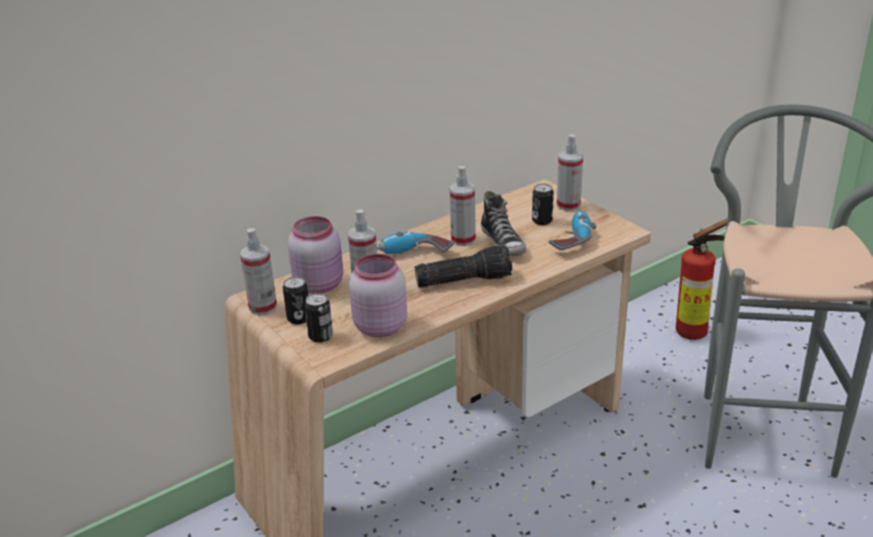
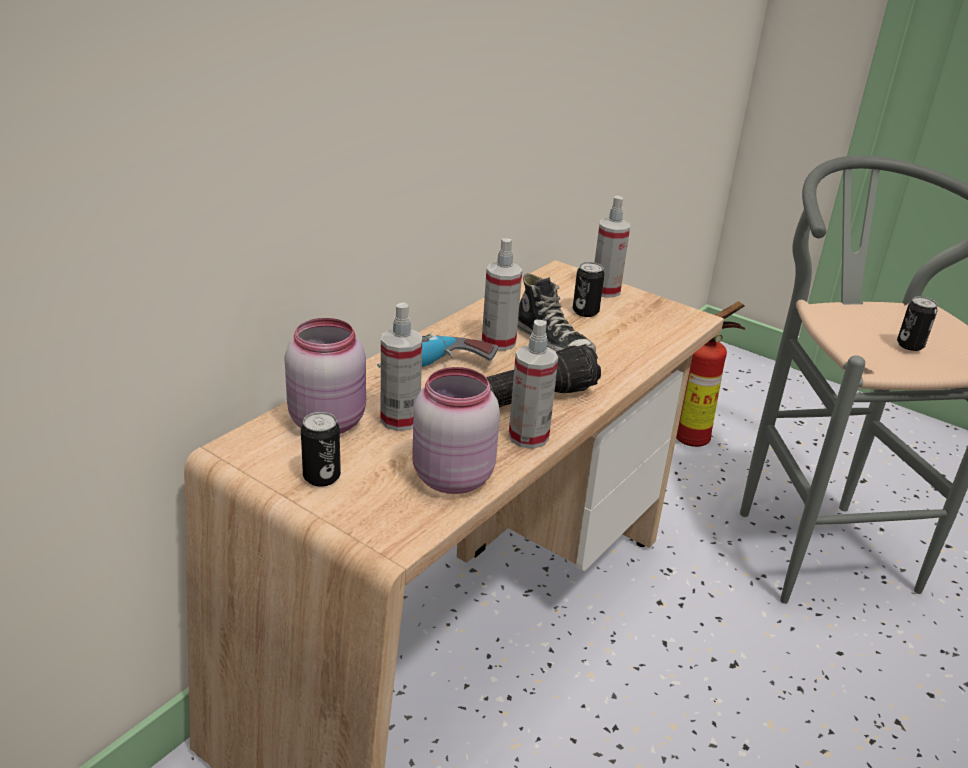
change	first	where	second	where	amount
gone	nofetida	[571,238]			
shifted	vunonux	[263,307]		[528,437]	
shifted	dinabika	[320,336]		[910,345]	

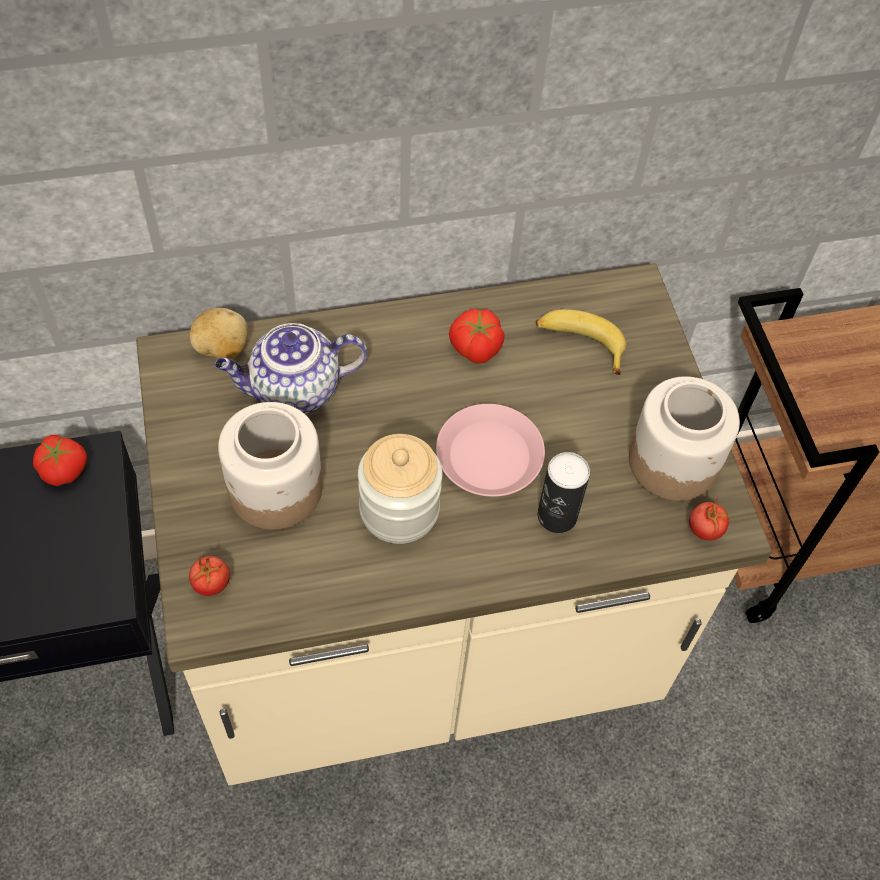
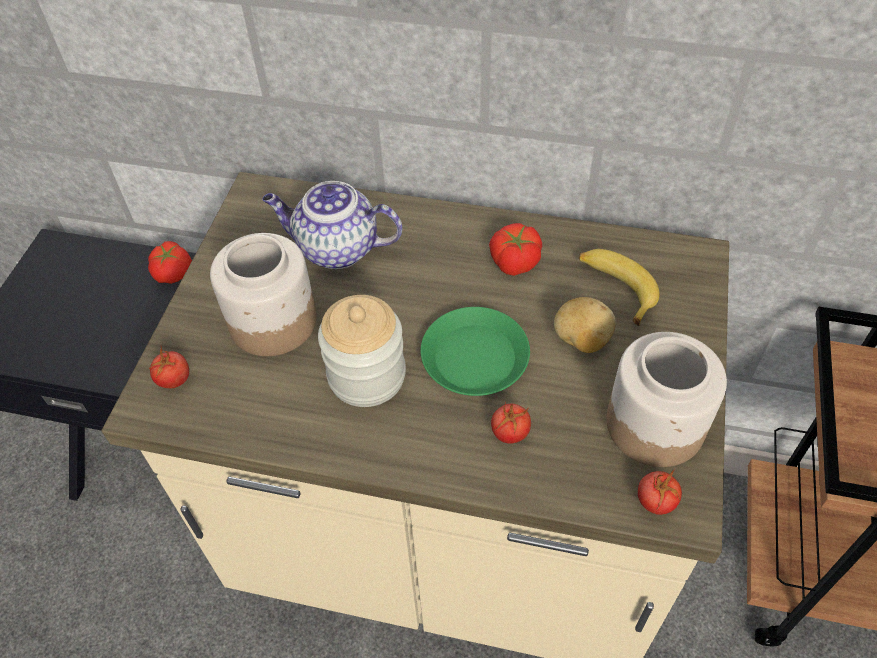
change	first	where	second	where	amount
shifted	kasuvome	[222,349]		[581,340]	
swapped	dinabika	[557,516]	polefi	[510,433]	
repainted	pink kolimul	[489,457]	green kolimul	[474,358]	

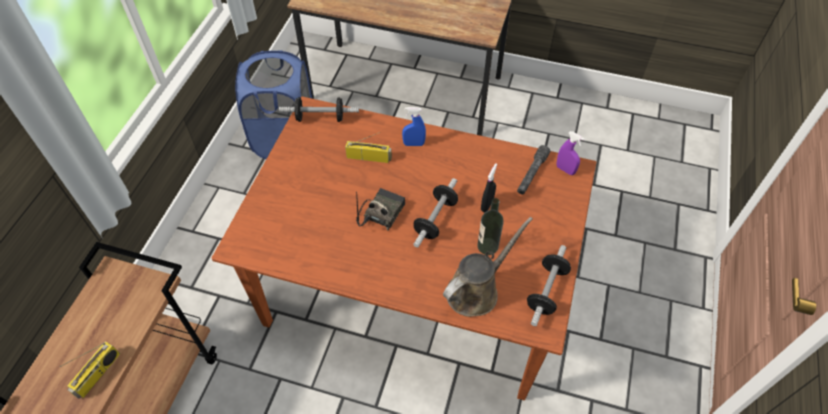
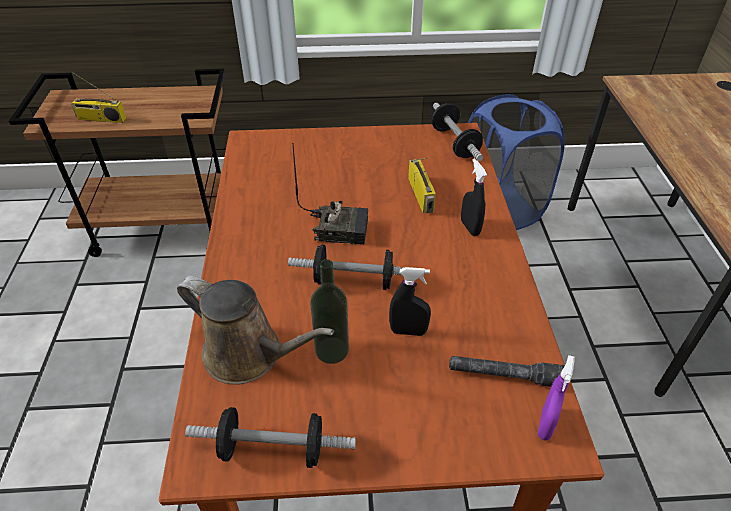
change	first	where	second	where	amount
repainted	blue vunonux	[414,144]	black vunonux	[470,227]	

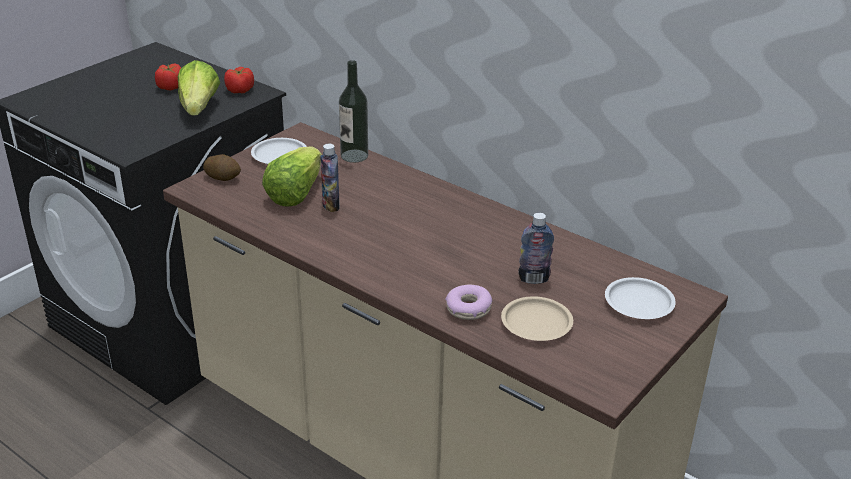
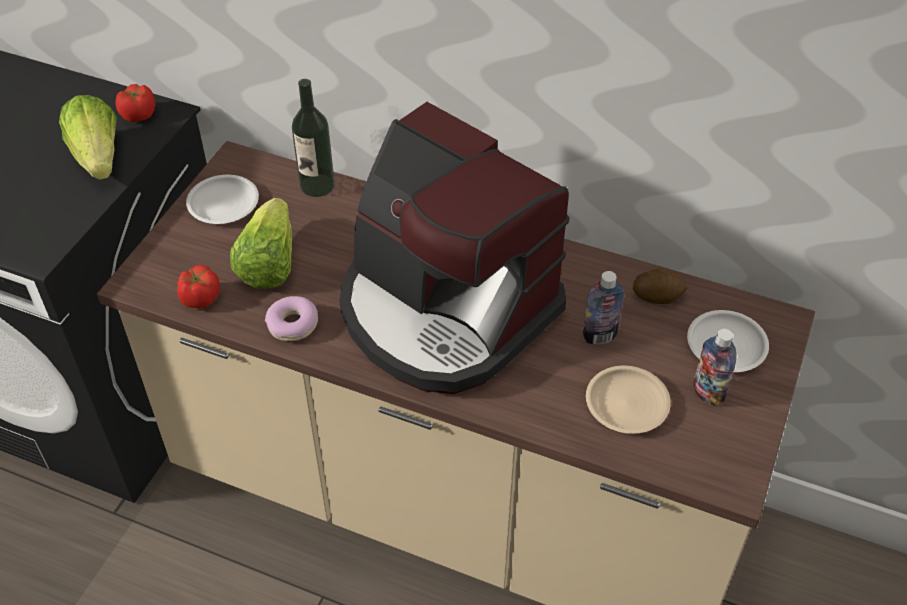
change	first	where	second	where	amount
new			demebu	[445,312]	
shifted	polefi	[170,87]		[200,298]	
shifted	kasuvome	[223,177]		[657,296]	
shifted	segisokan	[331,205]		[708,393]	
shifted	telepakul	[468,309]		[293,325]	

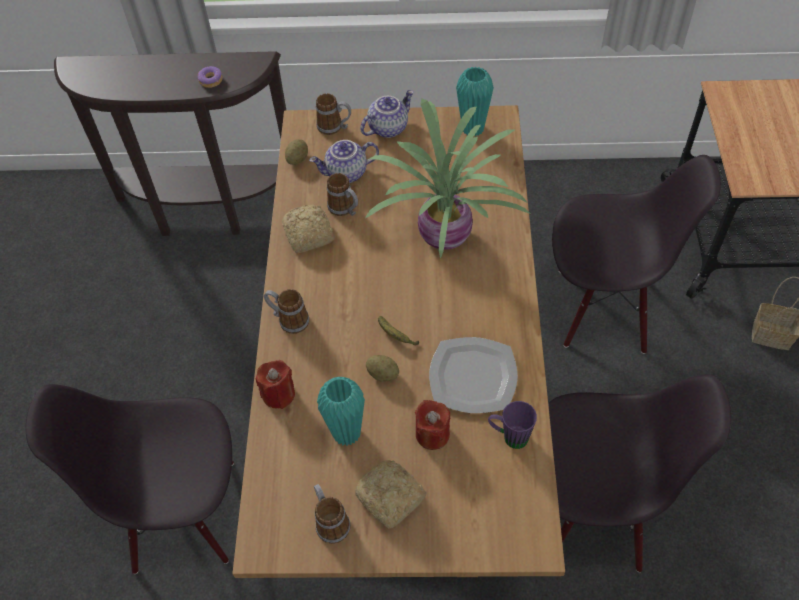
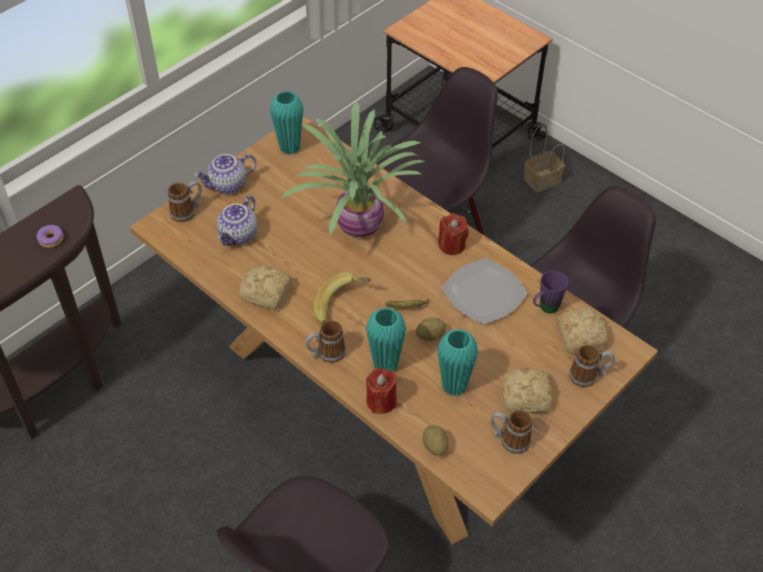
change	first	where	second	where	amount
new			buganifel	[342,306]	
new			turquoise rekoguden	[385,364]	
new			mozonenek	[580,335]	
shifted	kasuvome	[297,159]		[435,446]	
shifted	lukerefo	[345,209]		[589,376]	
shifted	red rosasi	[432,434]		[452,245]	
rotated	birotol	[388,127]		[228,186]	120 degrees counterclockwise

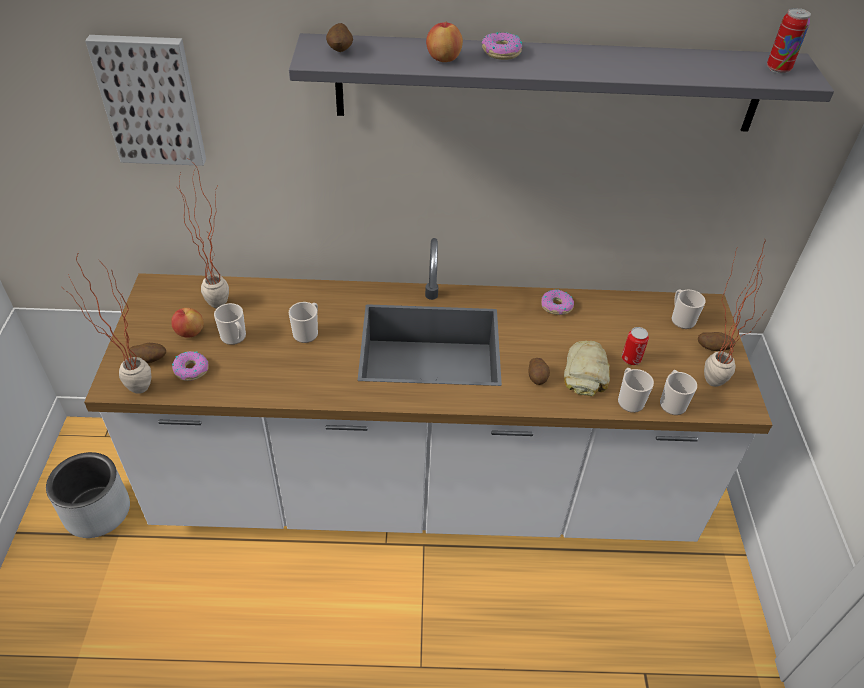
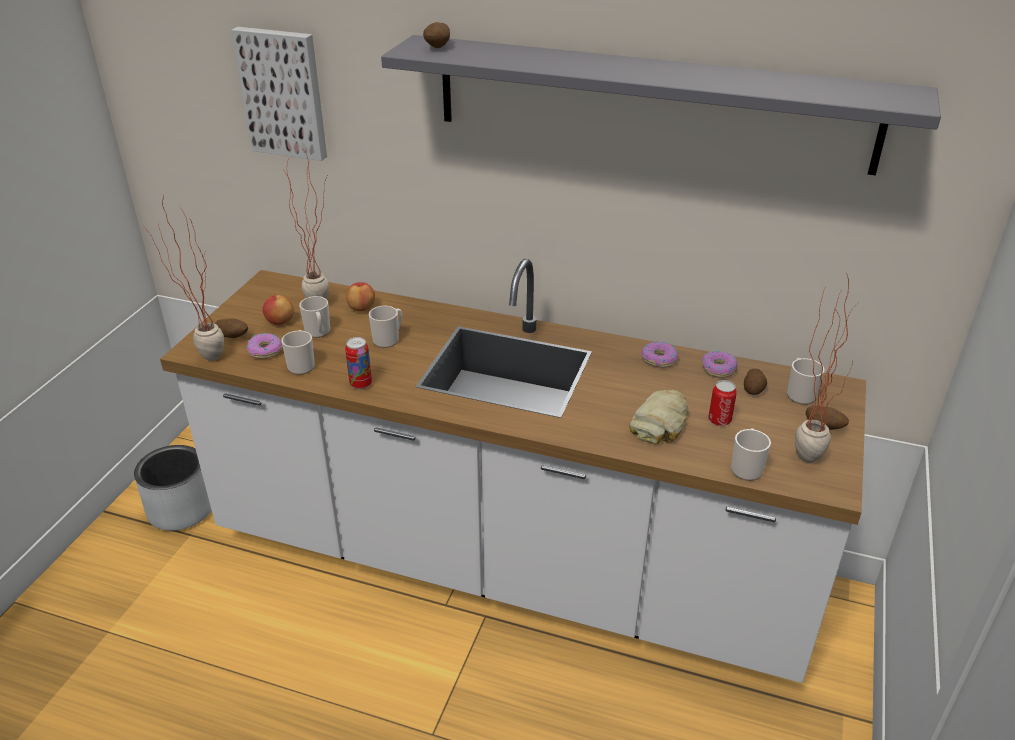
change	first	where	second	where	amount
shifted	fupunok	[443,59]		[361,308]	
shifted	telepakul	[501,52]		[718,369]	
shifted	kasuvome	[537,377]		[753,389]	
shifted	lukerefo	[629,400]		[301,365]	
shifted	dinabika	[778,69]		[361,384]	

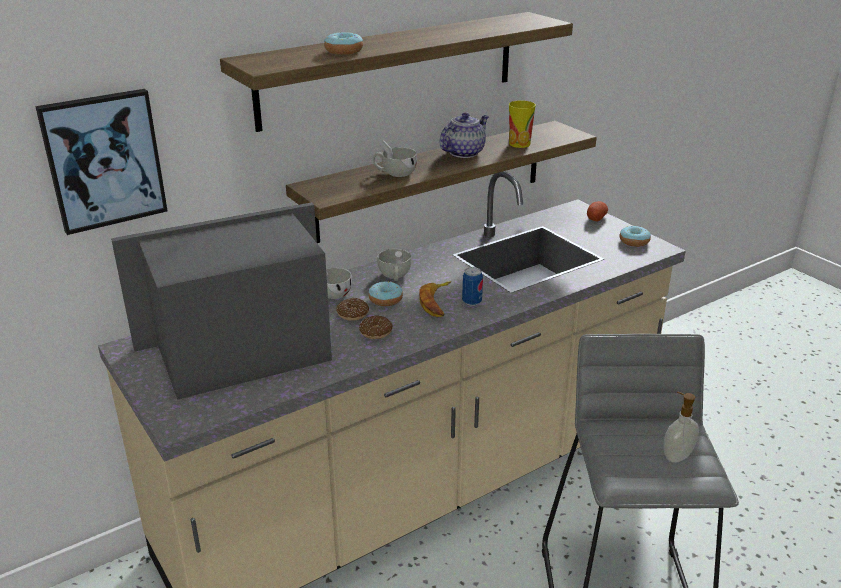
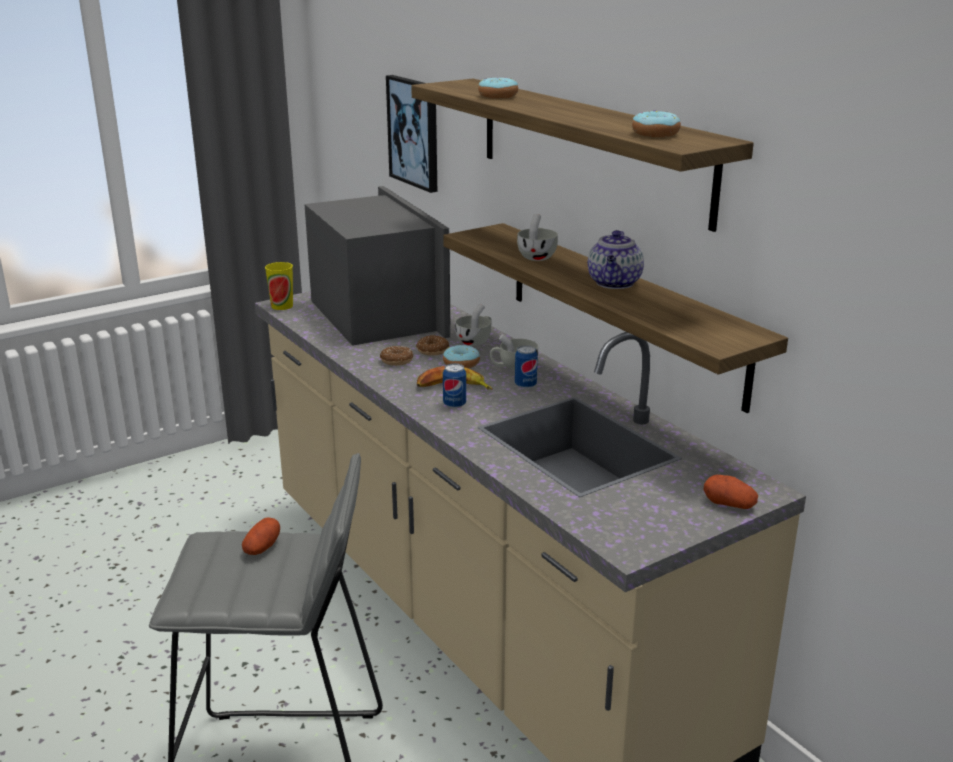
change	first	where	second	where	amount
gone	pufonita	[676,455]			
new			kasuvome	[262,547]	
new			dinabika	[525,385]	
shifted	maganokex	[519,144]		[282,306]	
shifted	telepakul	[634,241]		[655,134]	
rotated	birotol	[464,152]		[615,283]	60 degrees clockwise

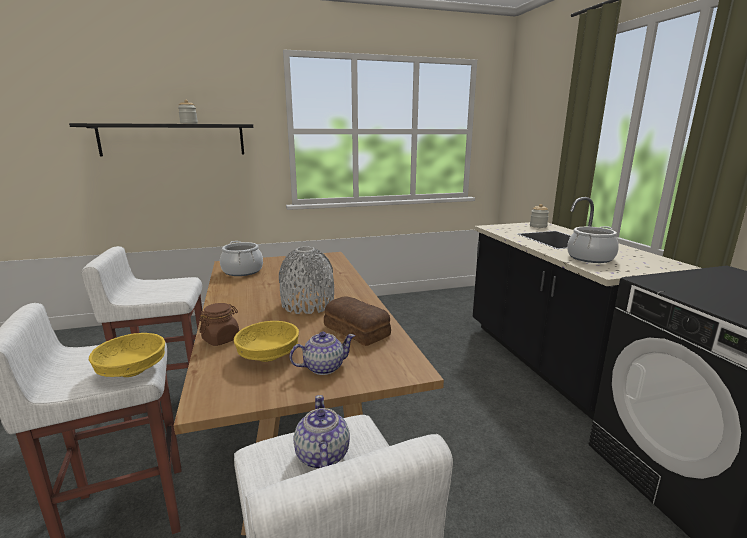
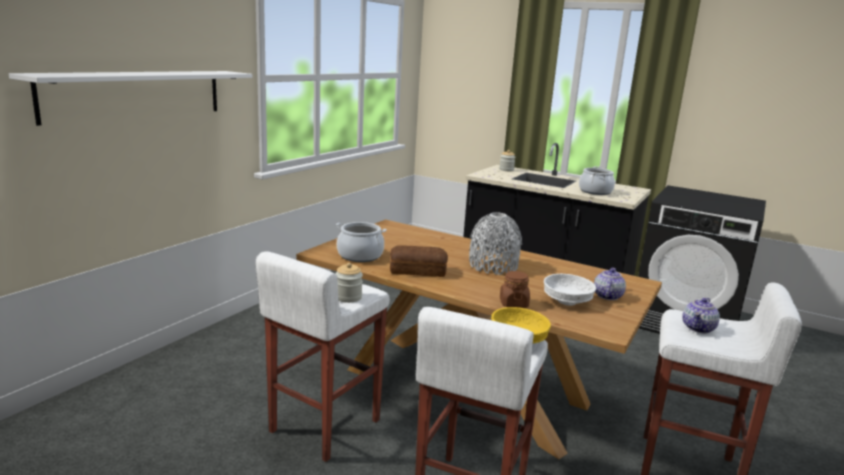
change	first	where	second	where	amount
shifted	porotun	[189,123]		[348,297]	
shifted	mozonenek	[356,330]		[417,270]	
repainted	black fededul	[173,140]	white fededul	[136,94]	
repainted	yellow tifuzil	[268,355]	white tifuzil	[566,301]	
rotated	birotol	[322,456]		[698,328]	90 degrees counterclockwise

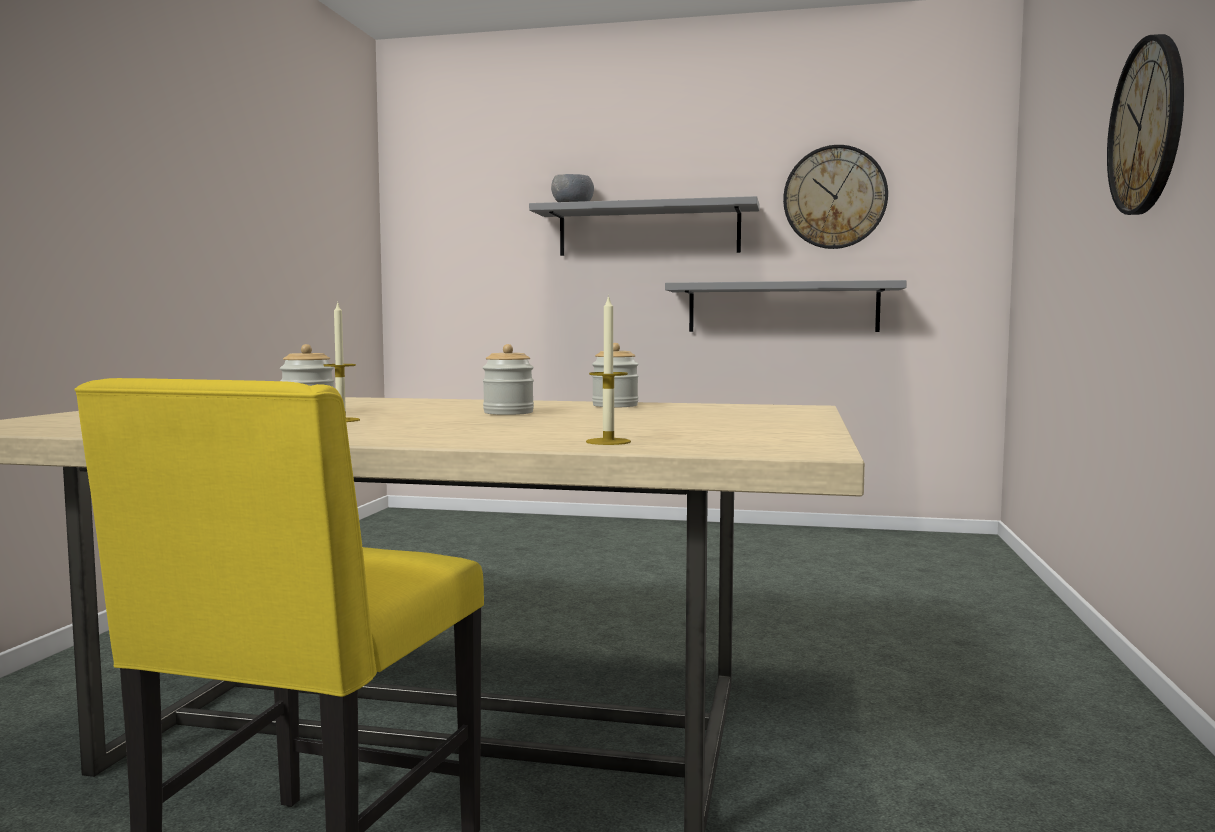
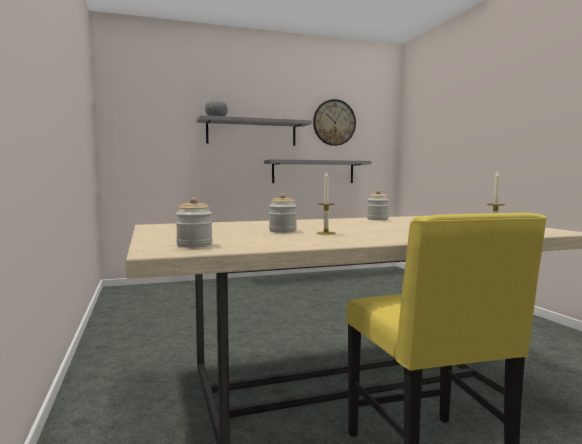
change	first	where	second	where	amount
gone	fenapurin	[1147,127]			
shifted	porotun	[508,413]		[194,245]	

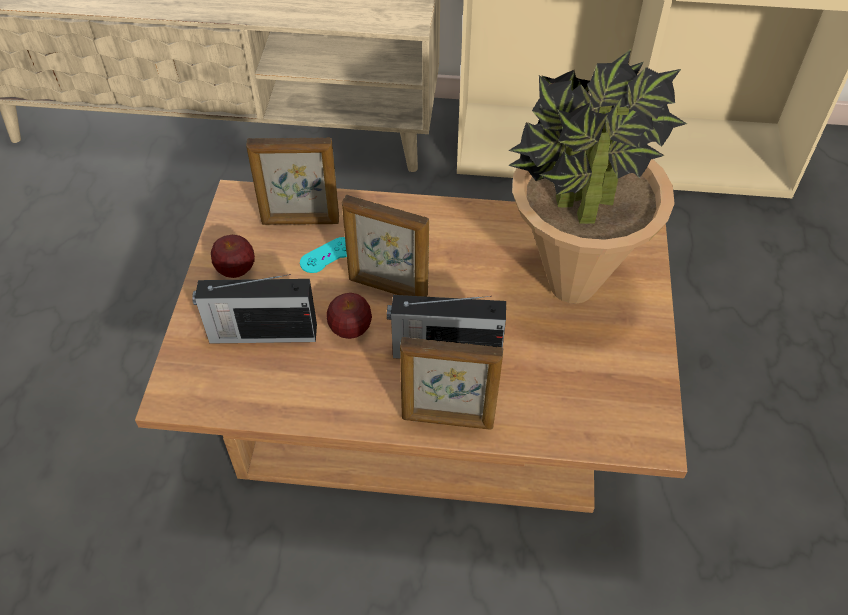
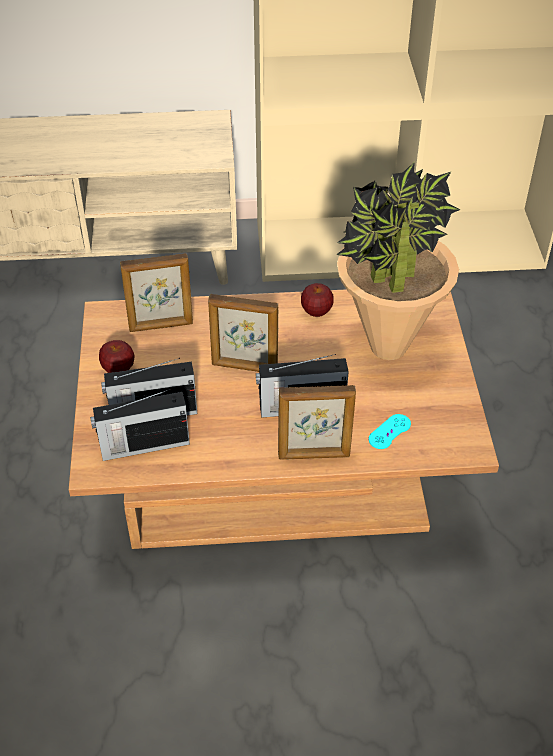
change	first	where	second	where	amount
new			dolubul	[143,445]	
shifted	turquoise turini	[327,255]		[389,431]	
shifted	fupunok	[350,329]		[316,311]	

